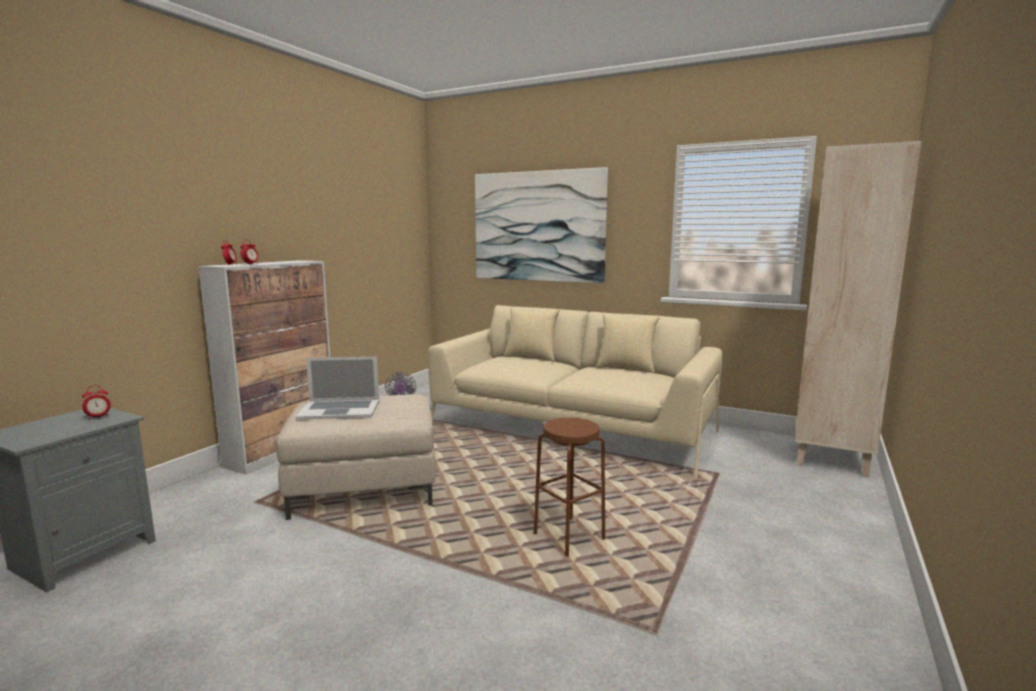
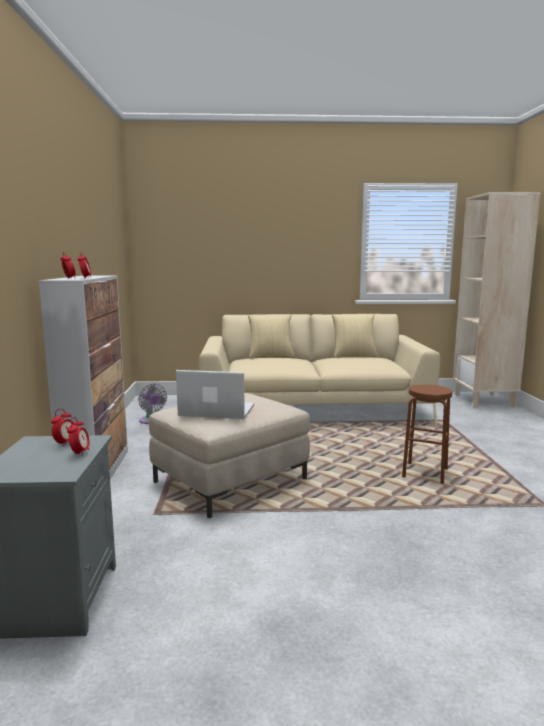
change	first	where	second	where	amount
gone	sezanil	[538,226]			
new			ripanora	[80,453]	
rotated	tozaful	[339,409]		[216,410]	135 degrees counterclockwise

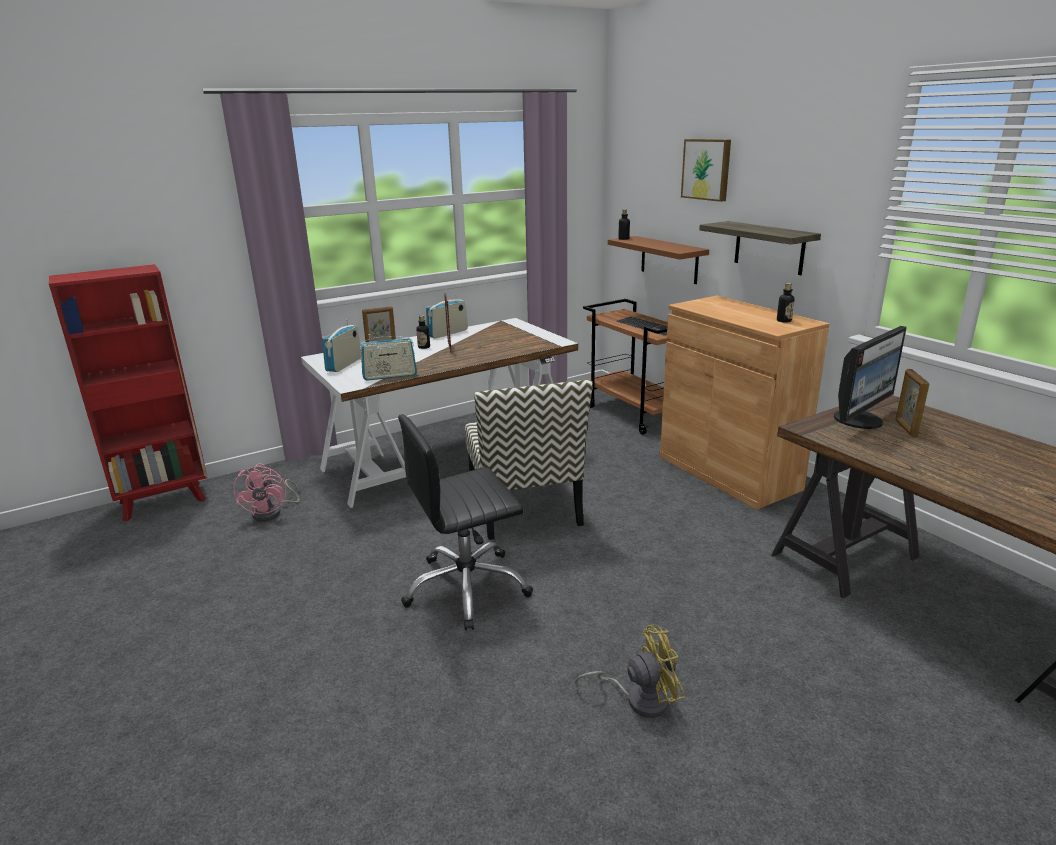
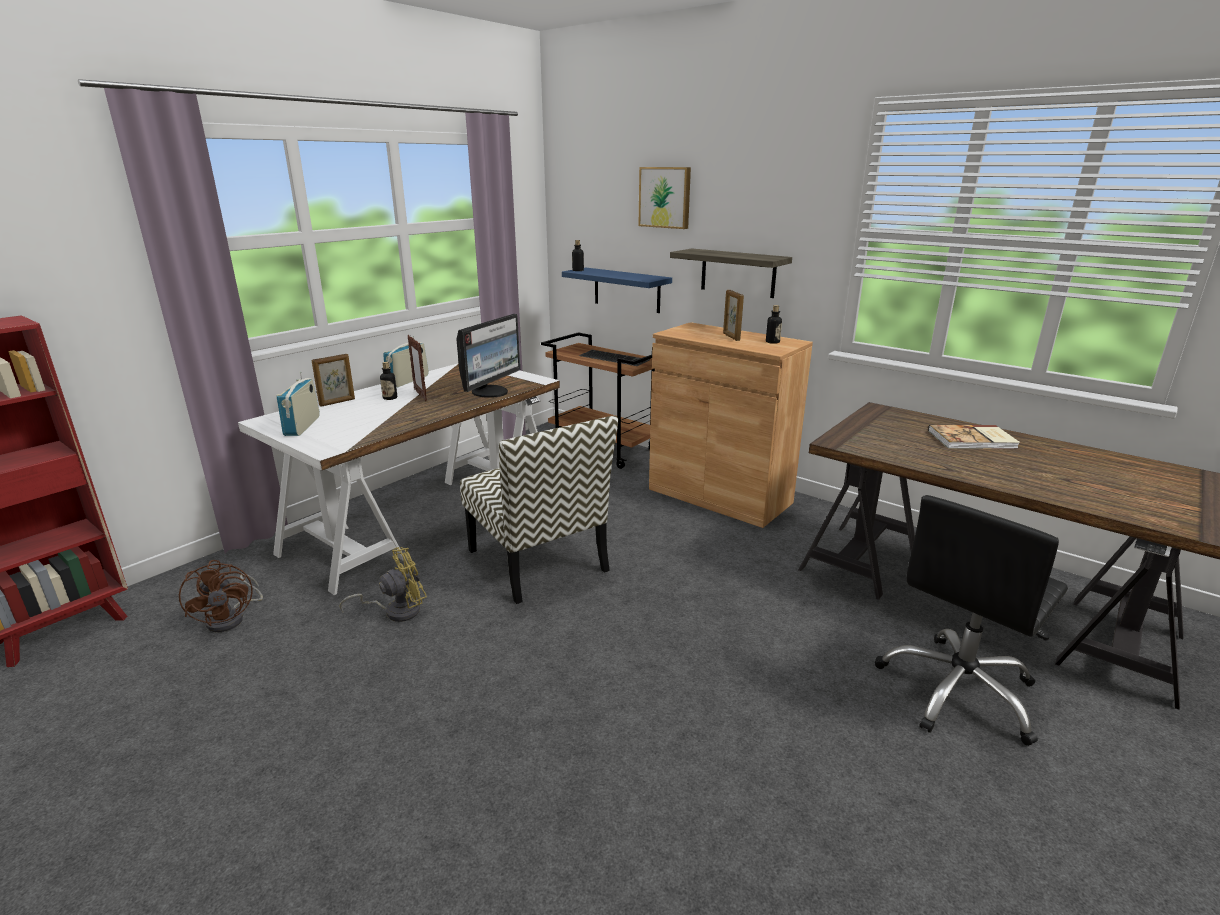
change	first	where	second	where	amount
gone	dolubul	[390,376]			
new			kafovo	[973,440]	
shifted	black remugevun	[467,588]		[958,691]	
shifted	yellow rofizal	[639,699]		[396,611]	
shifted	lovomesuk	[859,420]		[491,392]	
shifted	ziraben	[905,428]		[731,337]	
repainted	pink rofizal	[272,512]	brown rofizal	[232,618]	
repainted	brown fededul	[669,259]	blue fededul	[627,290]	

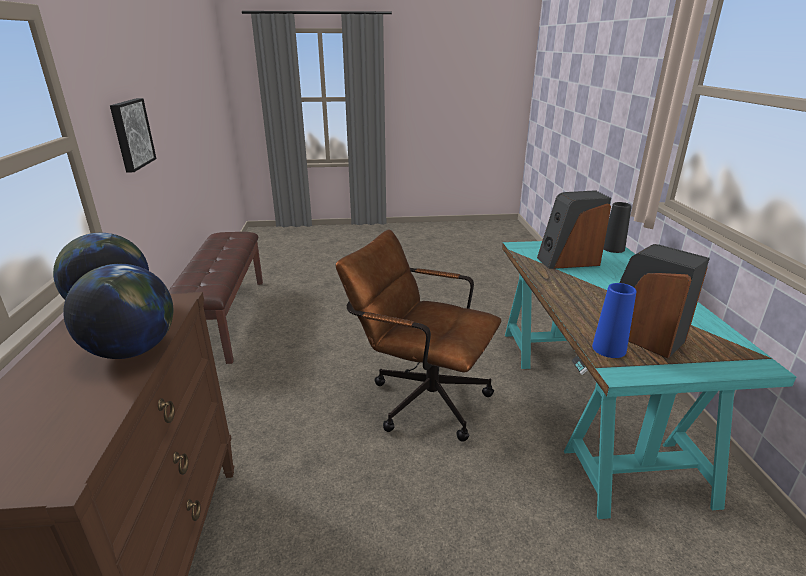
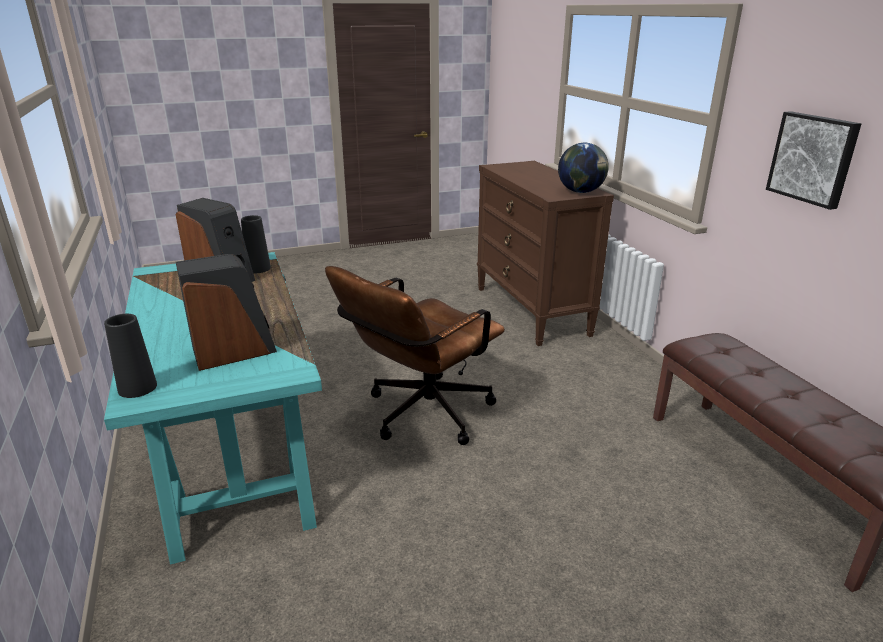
change	first	where	second	where	amount
gone	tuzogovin	[132,350]			
repainted	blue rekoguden	[609,349]	black rekoguden	[258,268]	
rotated	brown remugevun	[420,397]		[420,416]	120 degrees clockwise

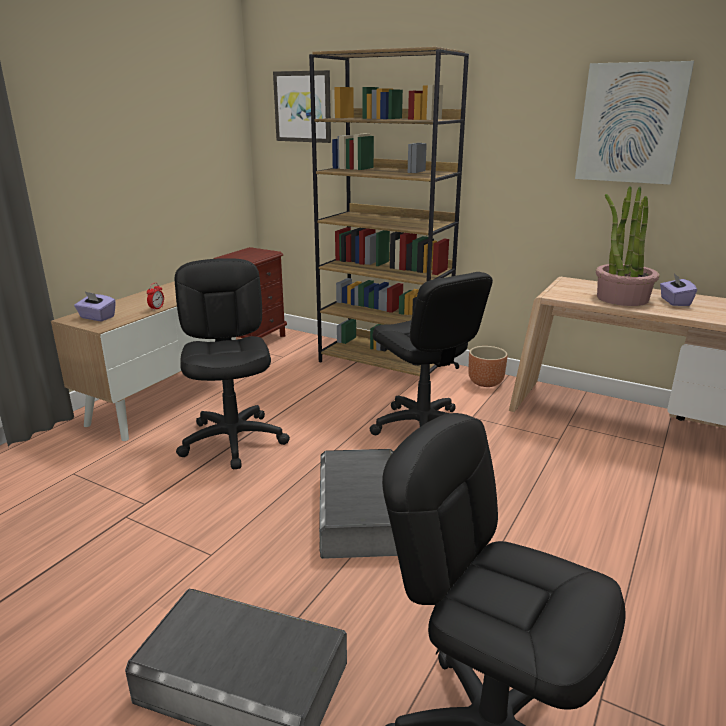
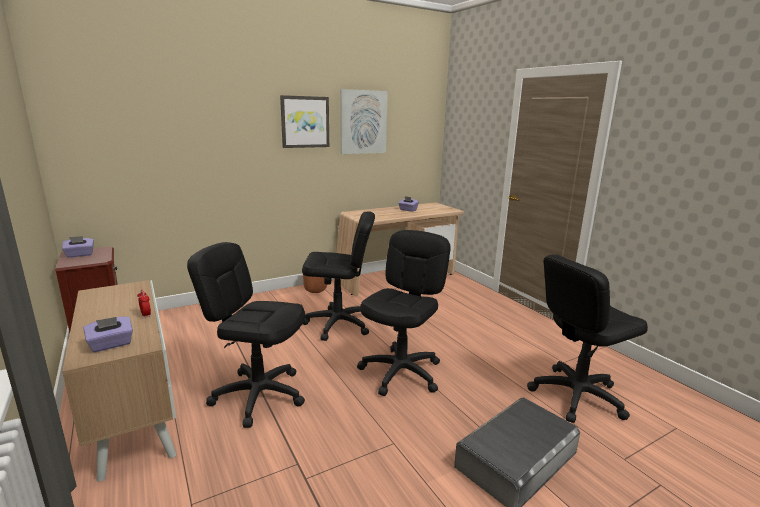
change	first	where	second	where	amount
gone	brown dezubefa	[385,363]			
gone	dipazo	[622,298]			
new			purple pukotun	[80,255]	
shifted	sezanil	[303,107]		[305,122]	
swapped	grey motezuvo	[361,513]	black remugevun	[401,372]	

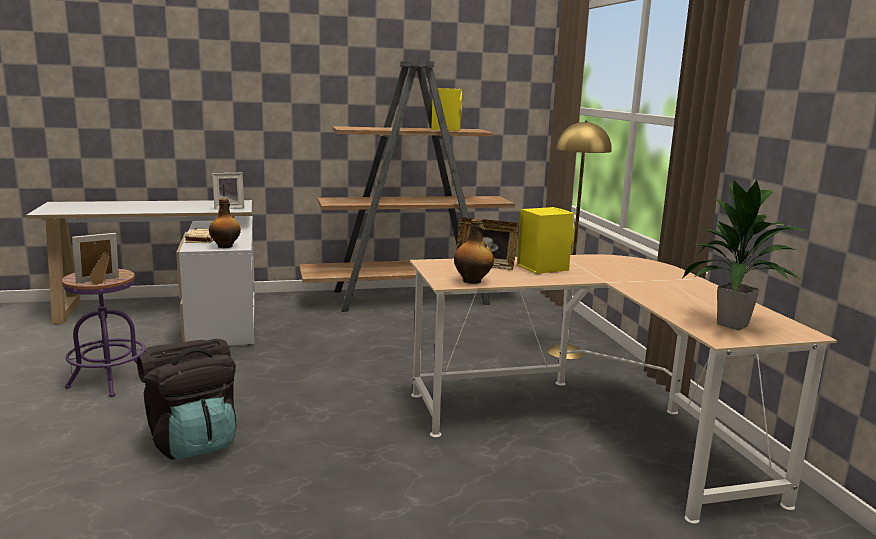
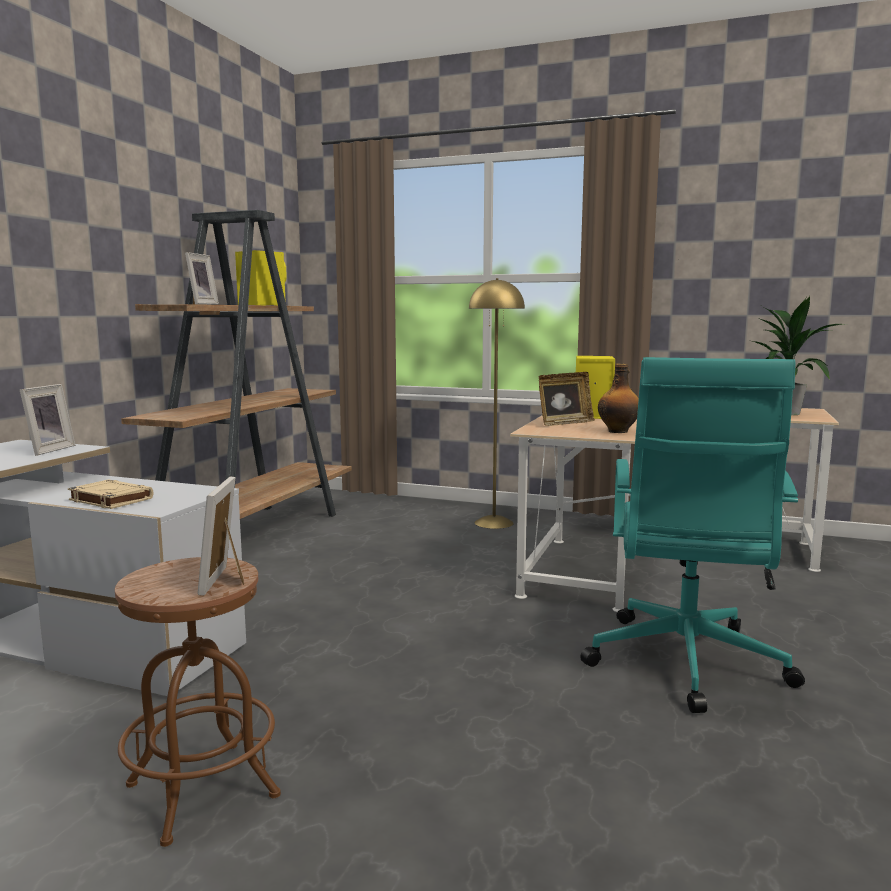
change	first	where	second	where	amount
gone	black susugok	[192,441]			
gone	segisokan	[225,246]			
new			ziraben	[200,304]	
new			turquoise remugevun	[685,664]	
repainted	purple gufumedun	[109,381]	brown gufumedun	[202,790]	

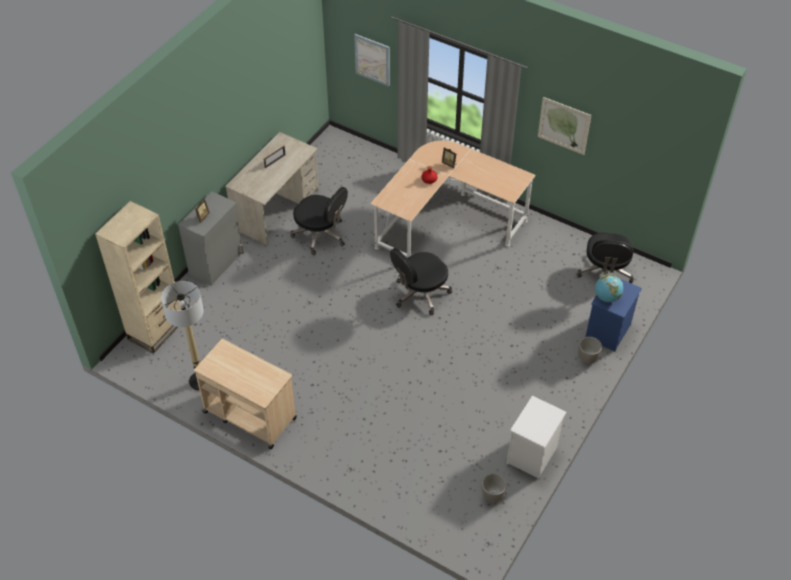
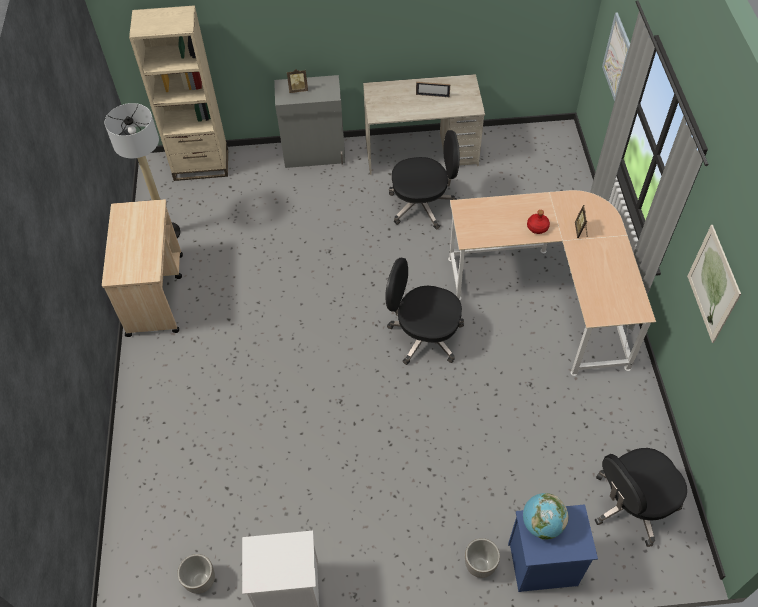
change	first	where	second	where	amount
rotated	black remugevun	[321,235]		[422,205]	90 degrees counterclockwise

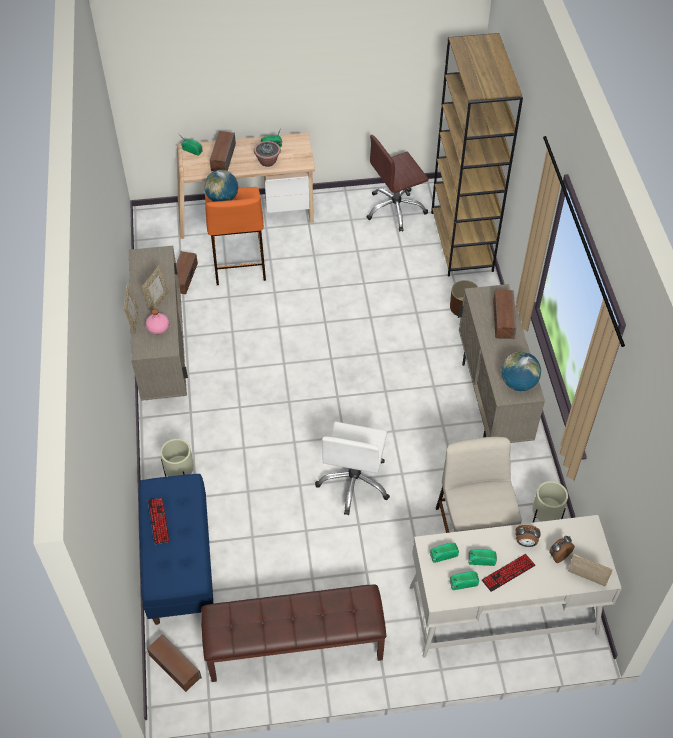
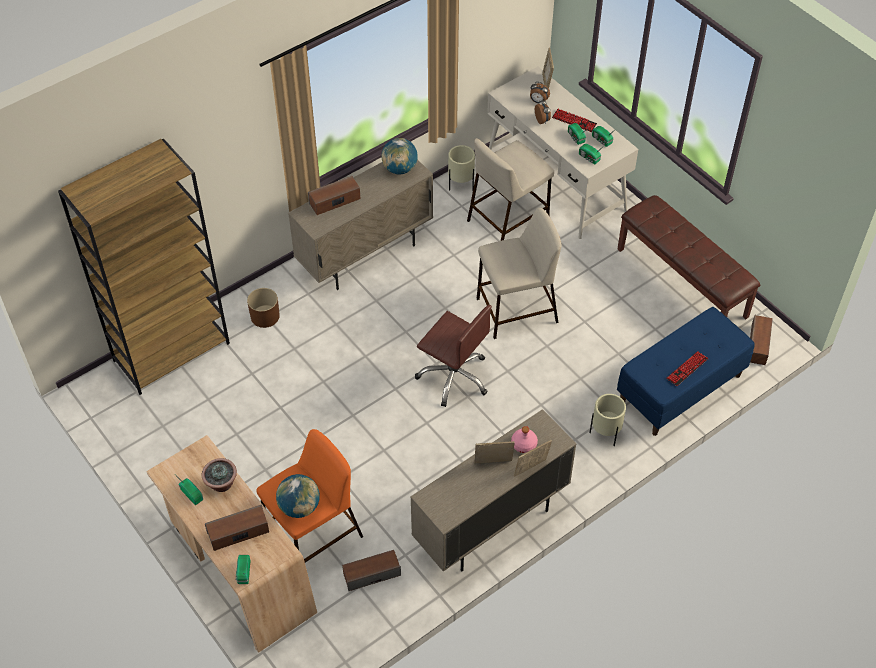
change	first	where	second	where	amount
shifted	brown remugevun	[395,209]		[454,376]	
swapped	white remugevun	[354,482]	beige gufumedun	[516,311]	

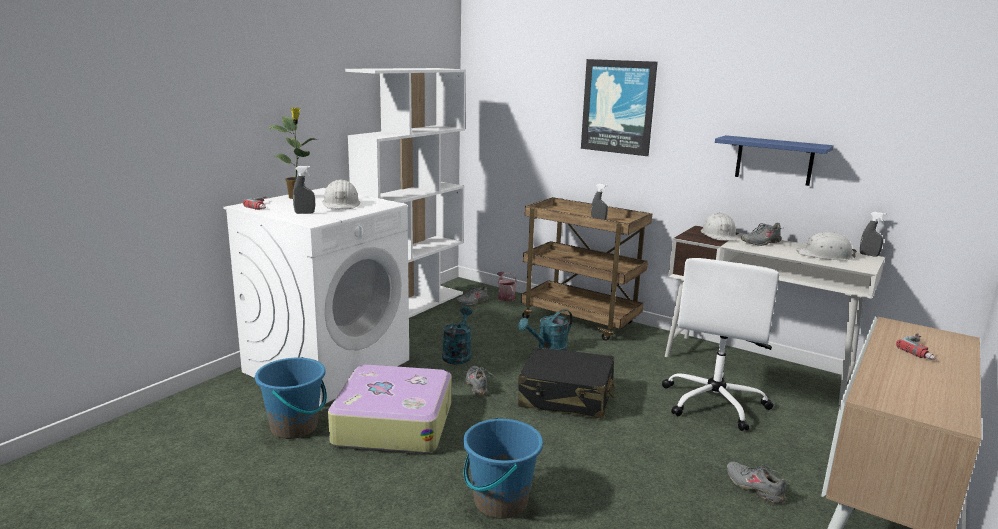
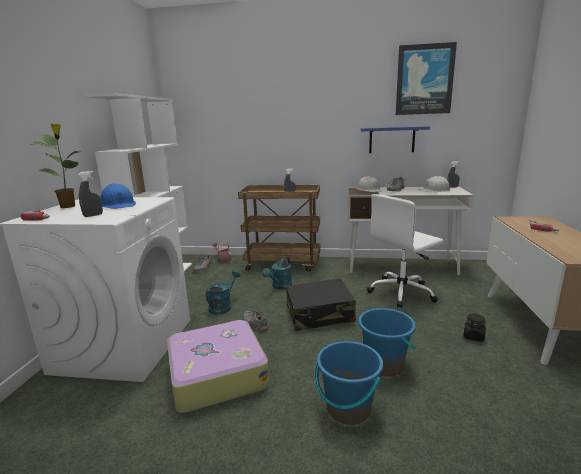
change	first	where	second	where	amount
shifted	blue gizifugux	[295,427]		[384,365]	
shifted	sezanil	[618,107]		[424,80]	
swapped	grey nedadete	[754,487]	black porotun	[473,336]	
repainted	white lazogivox	[341,204]	blue lazogivox	[118,205]	
rotated	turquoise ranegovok	[458,354]		[223,306]	45 degrees clockwise
rotated	white remugevun	[714,403]		[402,292]	60 degrees clockwise

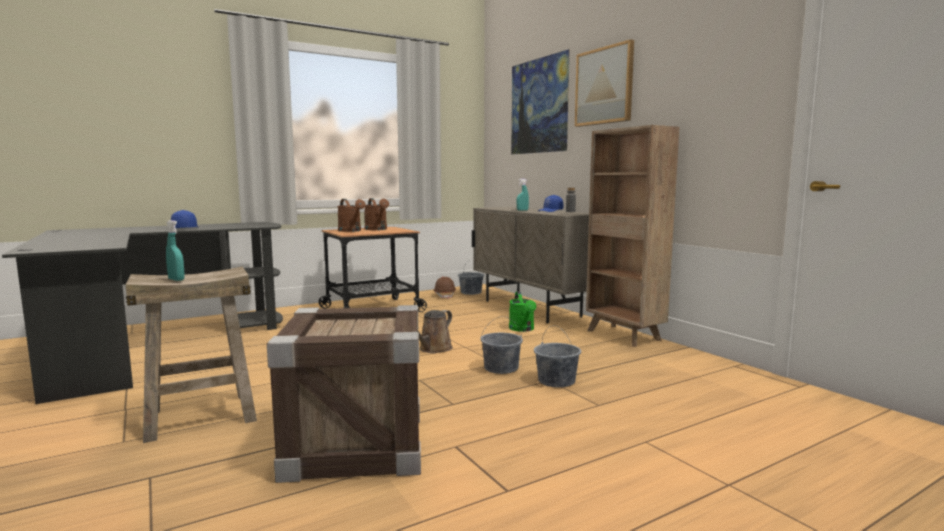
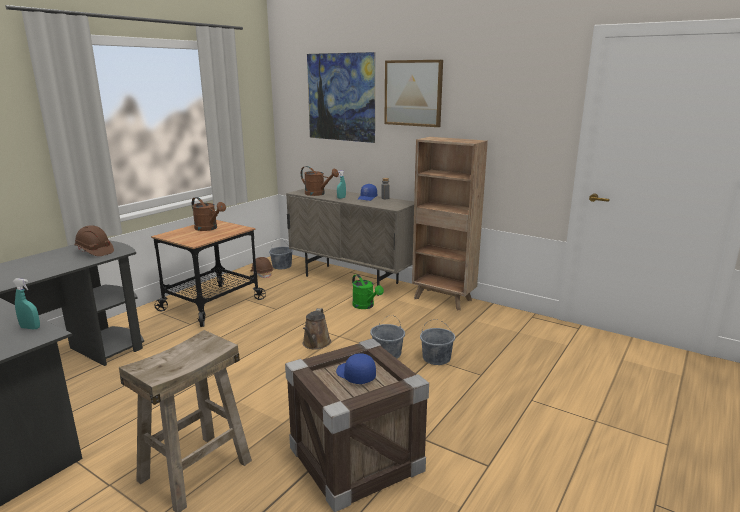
change	first	where	second	where	amount
new			brown lazogivox	[94,251]	
shifted	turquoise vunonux	[176,280]		[30,328]	
shifted	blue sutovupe	[185,229]		[355,375]	
shifted	brown ranegovok	[351,231]		[318,194]	

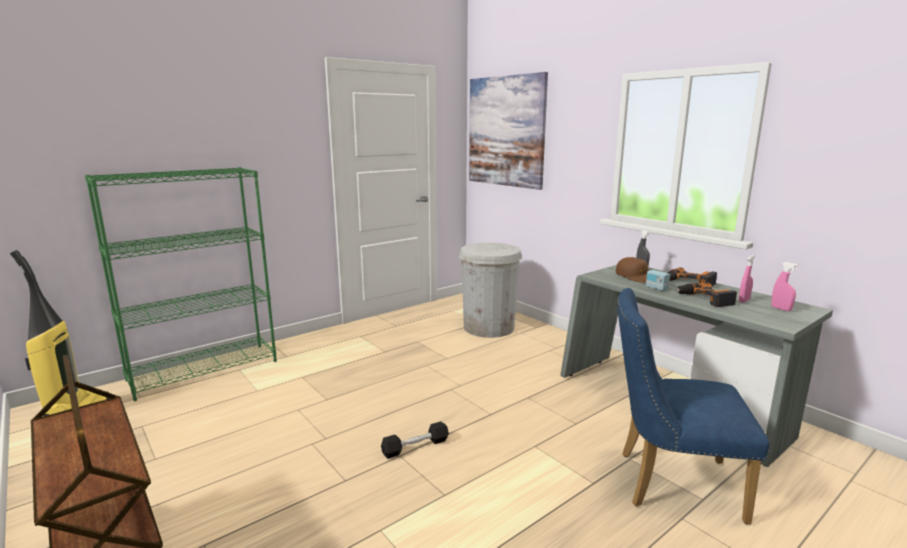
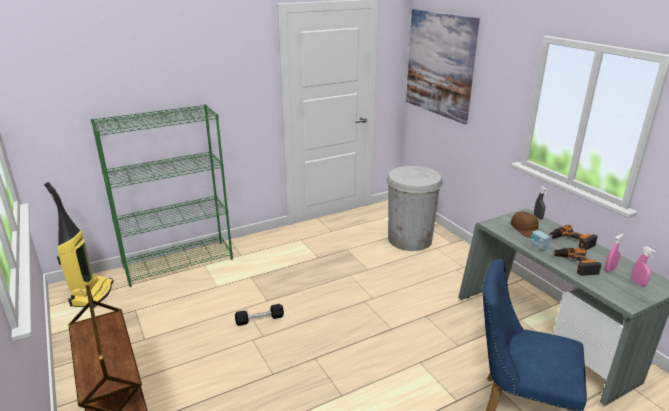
change	first	where	second	where	amount
shifted	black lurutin	[415,447]		[259,319]	

